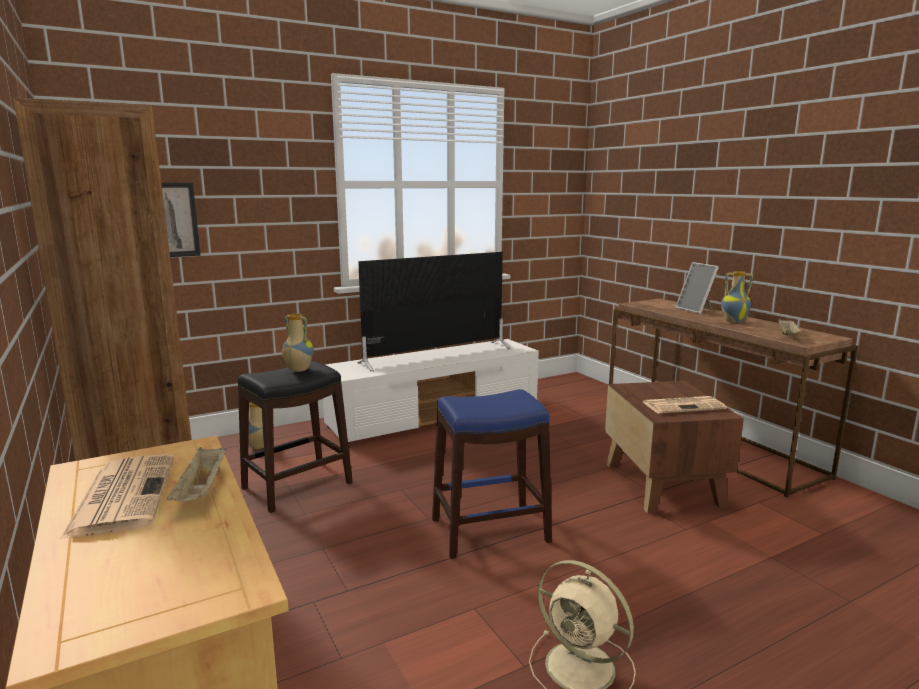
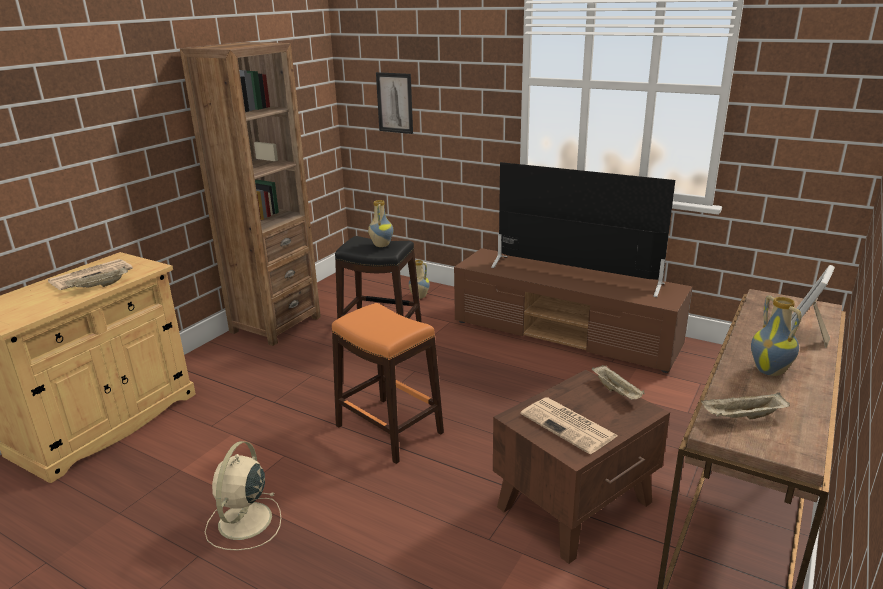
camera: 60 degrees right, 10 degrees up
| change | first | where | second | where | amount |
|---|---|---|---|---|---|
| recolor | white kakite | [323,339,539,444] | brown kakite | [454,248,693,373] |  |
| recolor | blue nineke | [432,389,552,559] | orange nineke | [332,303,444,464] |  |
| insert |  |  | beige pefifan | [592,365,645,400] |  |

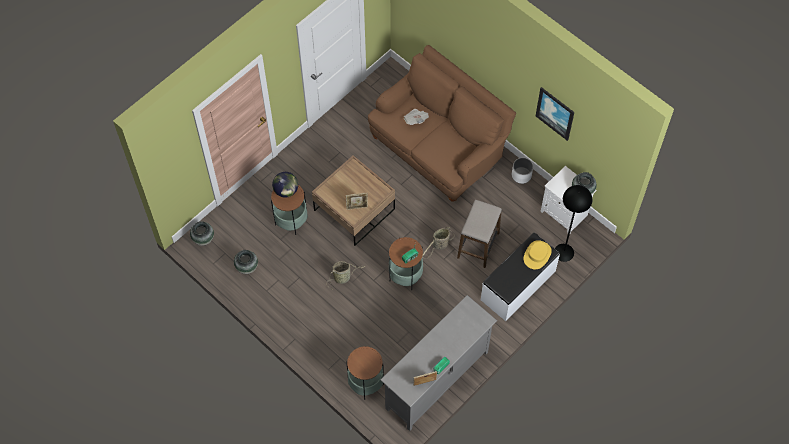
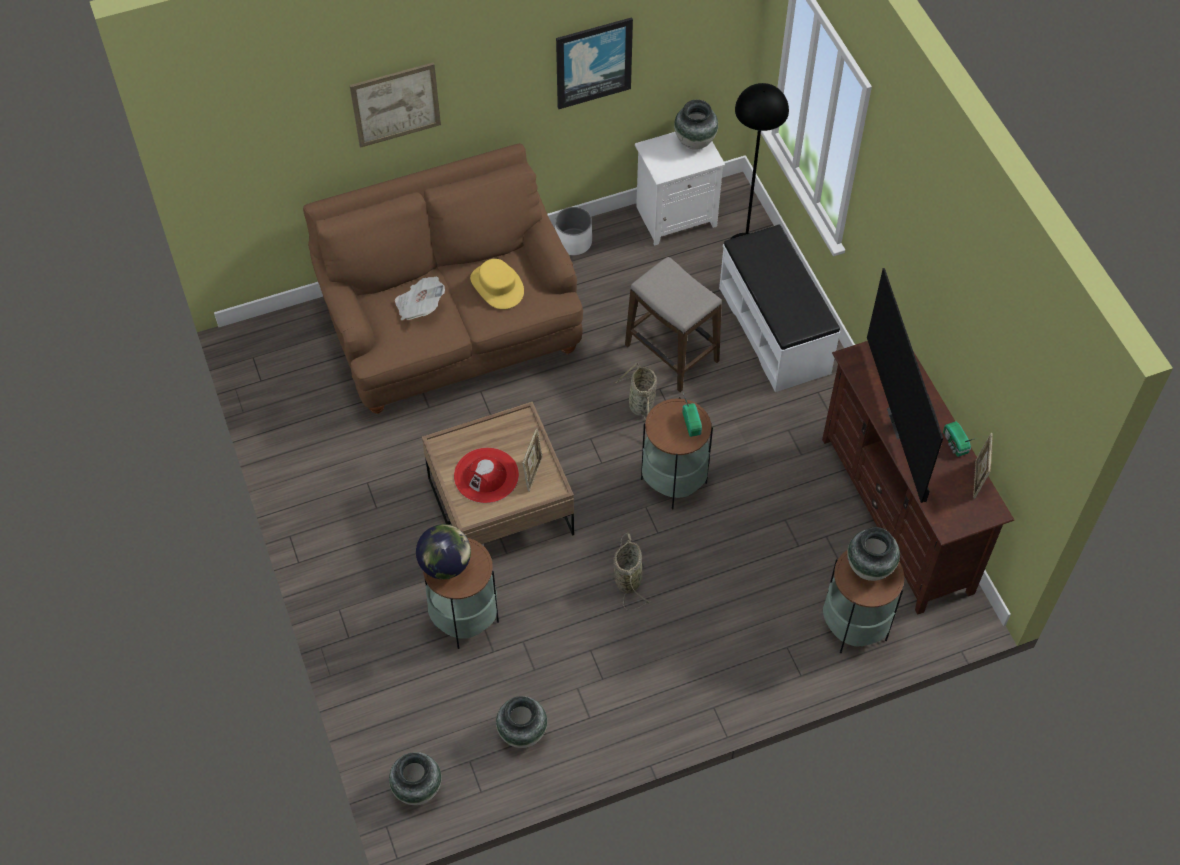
camera: 65 degrees left, 5 degrees down
| change | first | where | second | where | amount |
|---|---|---|---|---|---|
| recolor | grey kakite | [381,295,497,431] | brown kakite | [822,341,1014,615] |  |
| move | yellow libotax | [524,240,552,269] |  | [470,259,524,309] |  |
| insert |  |  | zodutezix | [350,62,441,148] |  |
| insert |  |  | red libotax | [454,447,519,503] |  |
| insert |  |  | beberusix | [847,527,900,581] |  |
| insert |  |  | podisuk | [867,268,943,503] |  |

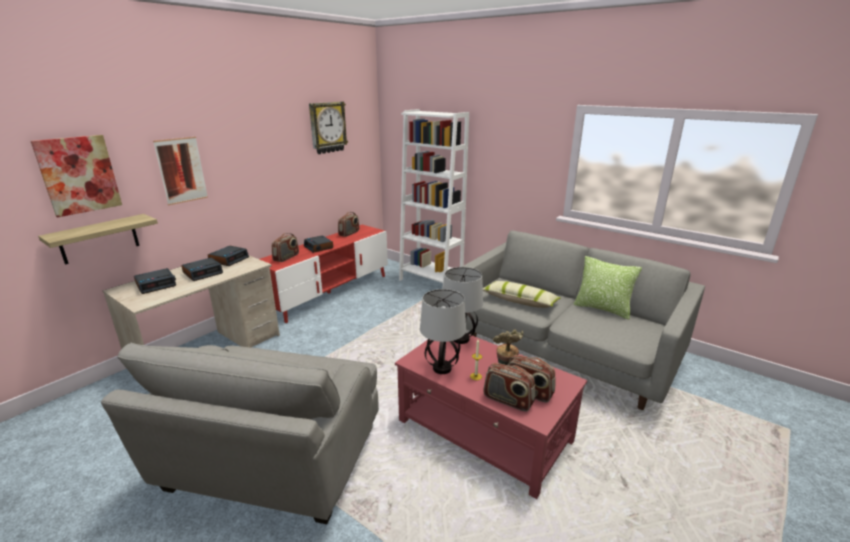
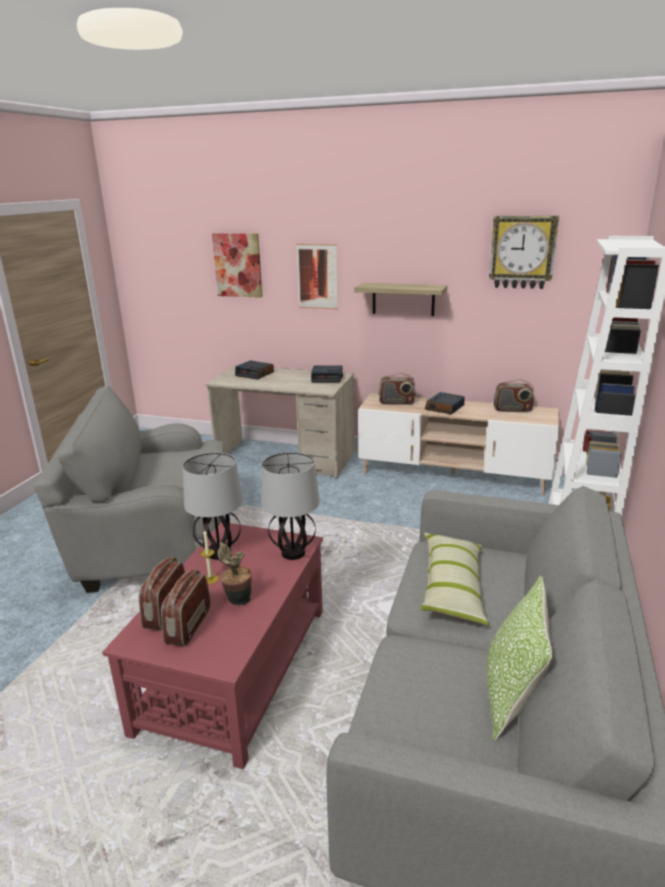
camera: 70 degrees right, 0 degrees up
| change | first | where | second | where | amount |
|---|---|---|---|---|---|
| move | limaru | [38,214,158,265] |  | [354,283,447,316] |  |
| delete | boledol | [181,257,223,281] |  |  |  |
| recolor | red kakite | [260,225,388,323] | beige kakite | [358,393,559,495] |  |

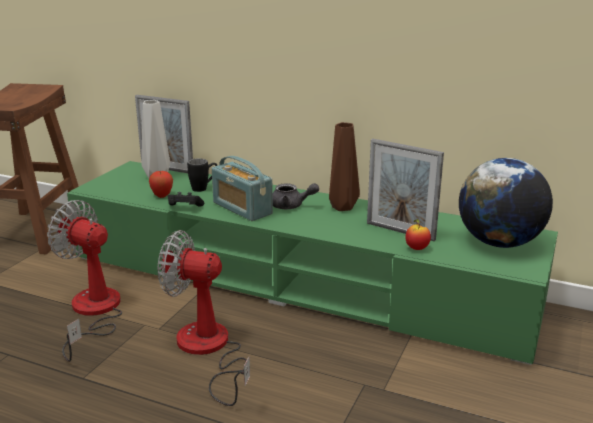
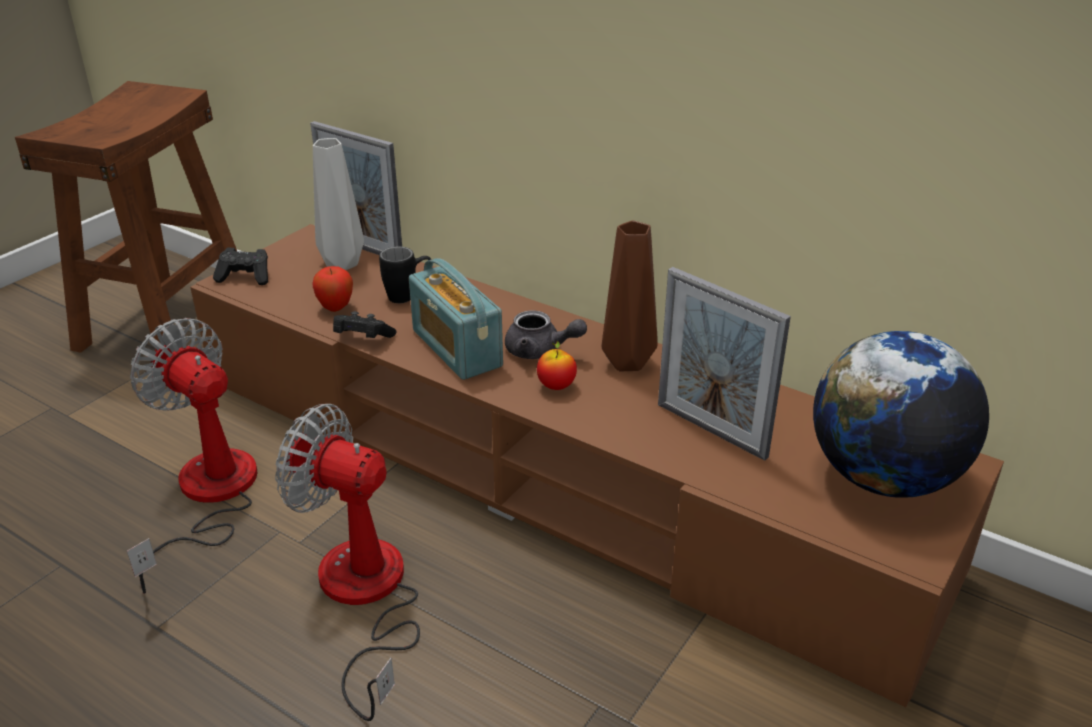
camera: 10 degrees right, 10 degrees up
| change | first | where | second | where | amount |
|---|---|---|---|---|---|
| recolor | green kakite | [67,161,558,365] | brown kakite | [190,224,1004,707] |  |
| move | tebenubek | [405,219,431,250] |  | [537,341,577,390] |  |
| insert |  |  | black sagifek | [213,248,268,285] |  |

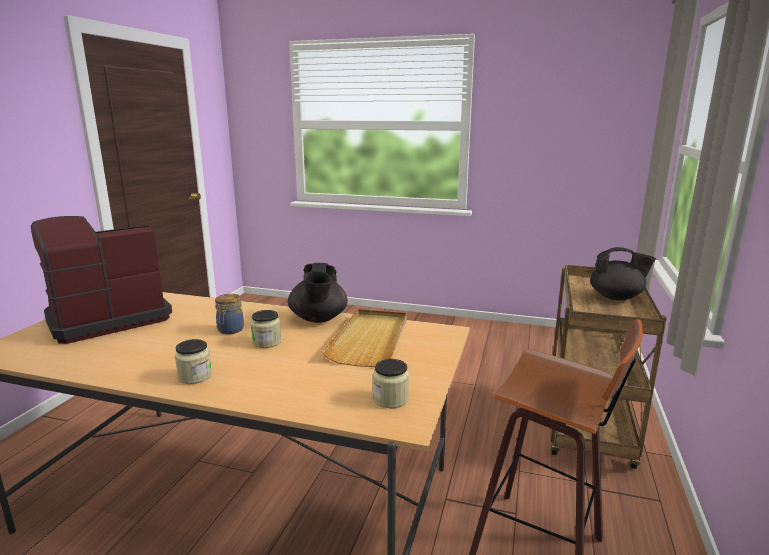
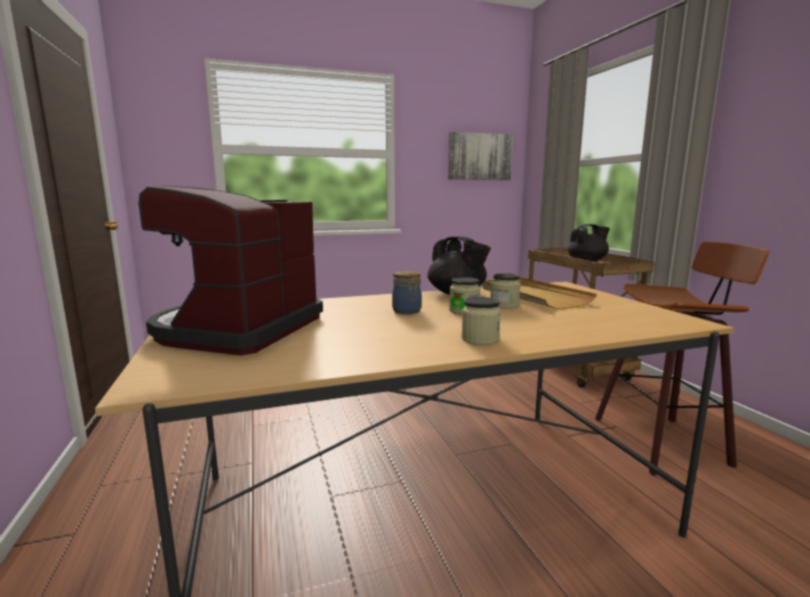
camera: 35 degrees left, 5 degrees down
| change | first | where | second | where | amount |
|---|---|---|---|---|---|
| move | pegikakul | [373,359,409,408] |  | [491,273,521,309] |  |
| insert |  |  | zodutezix | [448,132,513,180] |  |

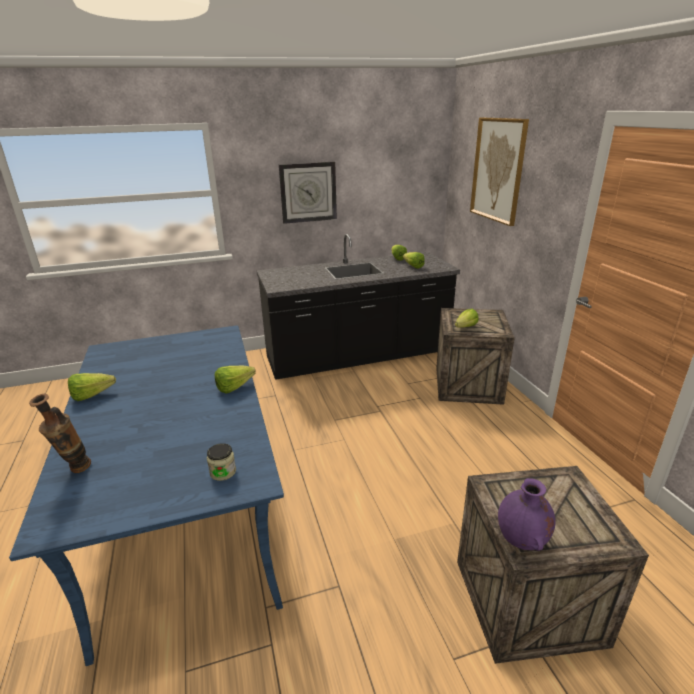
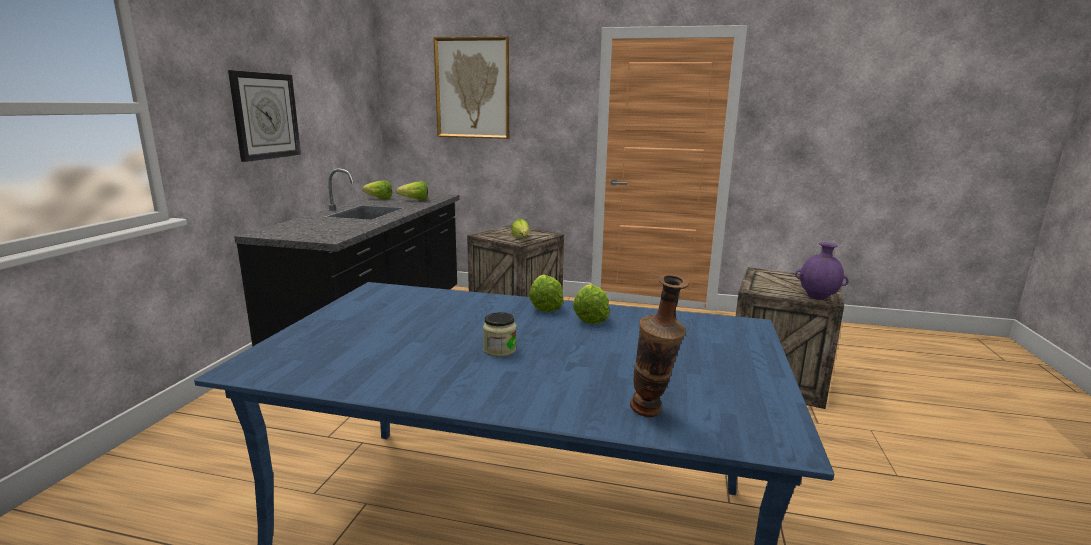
camera: 60 degrees left, 10 degrees down
| change | first | where | second | where | amount |
|---|---|---|---|---|---|
| move | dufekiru | [68,373,116,401] |  | [573,284,609,324] |  |
| move | pegikakul | [207,443,236,481] |  | [483,312,516,357] |  |

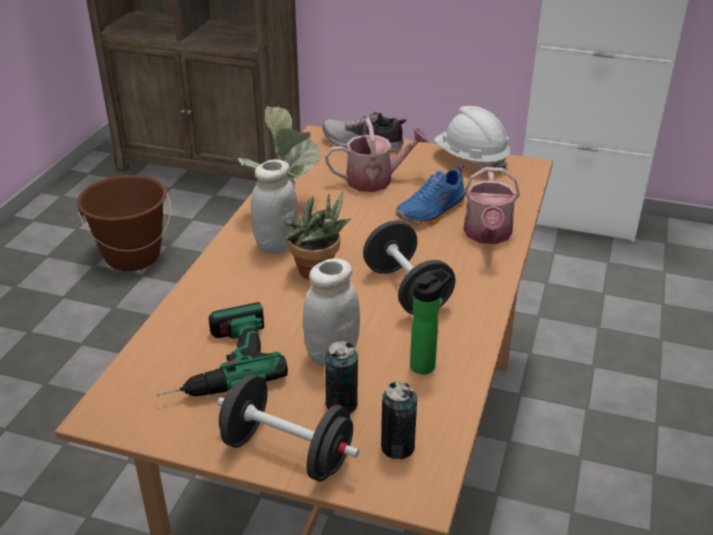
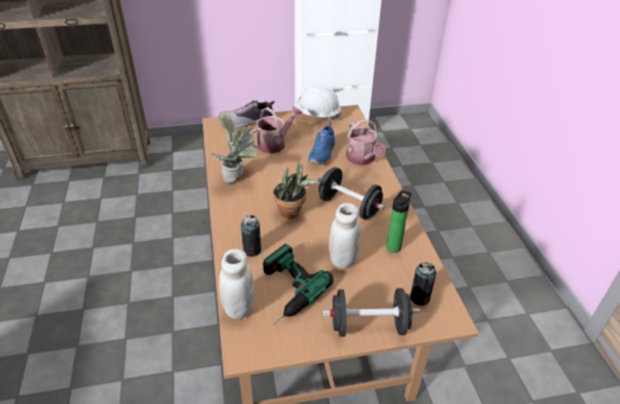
camera: 30 degrees left, 5 degrees up
| change | first | where | second | where | amount |
|---|---|---|---|---|---|
| delete | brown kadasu | [77,175,171,272] |  |  |  |
| move | white pegikakul | [251,159,298,254] |  | [219,249,255,319] |  |
| move | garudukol | [325,341,358,414] |  | [241,215,261,257] |  |

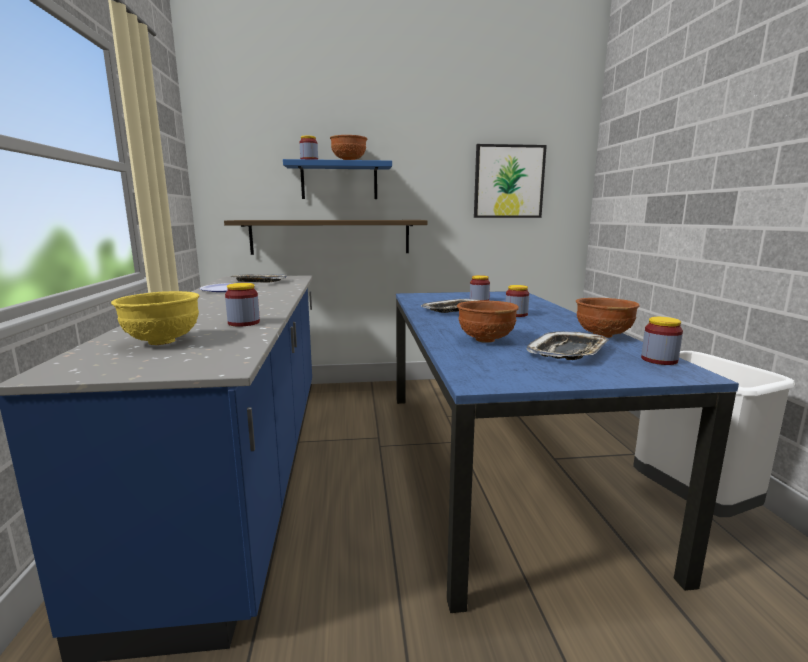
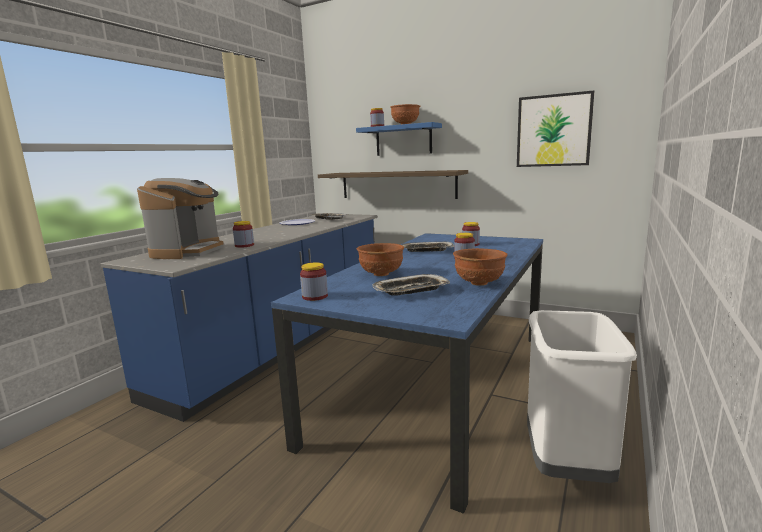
camera: 35 degrees right, 0 degrees up
| change | first | where | second | where | amount |
|---|---|---|---|---|---|
| replace | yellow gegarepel | [111,291,199,345] | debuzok | [137,178,224,259] |  |
| move | pegikakul | [641,317,683,365] |  | [300,262,328,301] |  |

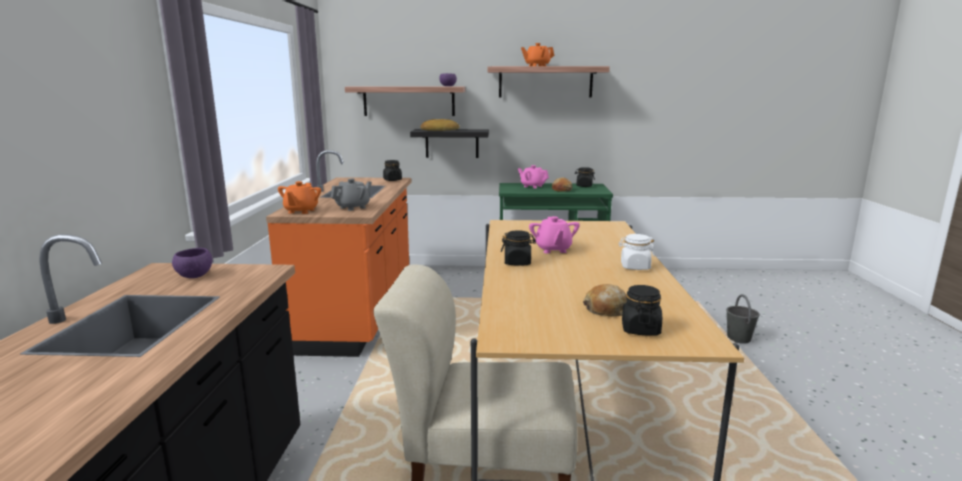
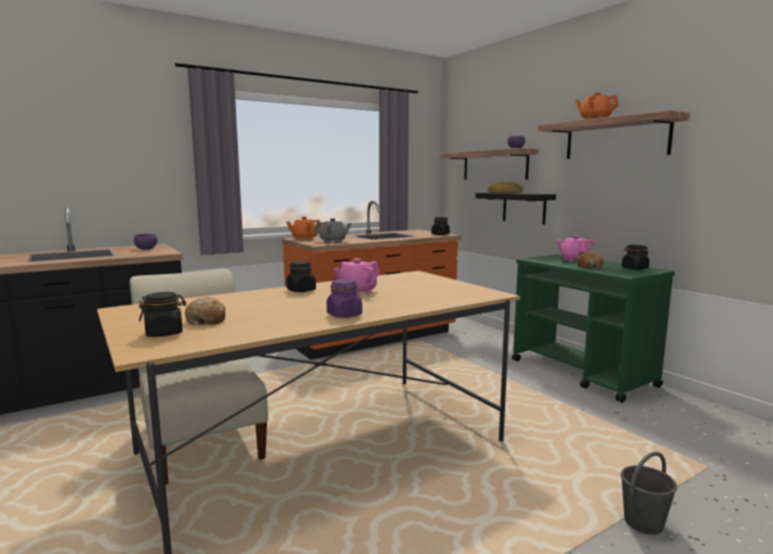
camera: 55 degrees right, 5 degrees down
| change | first | where | second | where | amount |
|---|---|---|---|---|---|
| recolor | white pegikakul | [618,234,655,270] | purple pegikakul | [327,279,362,318] |  |

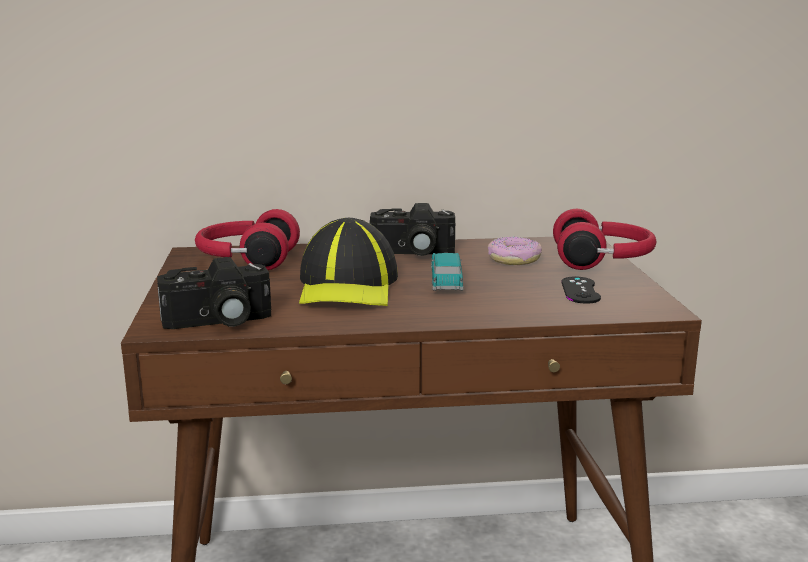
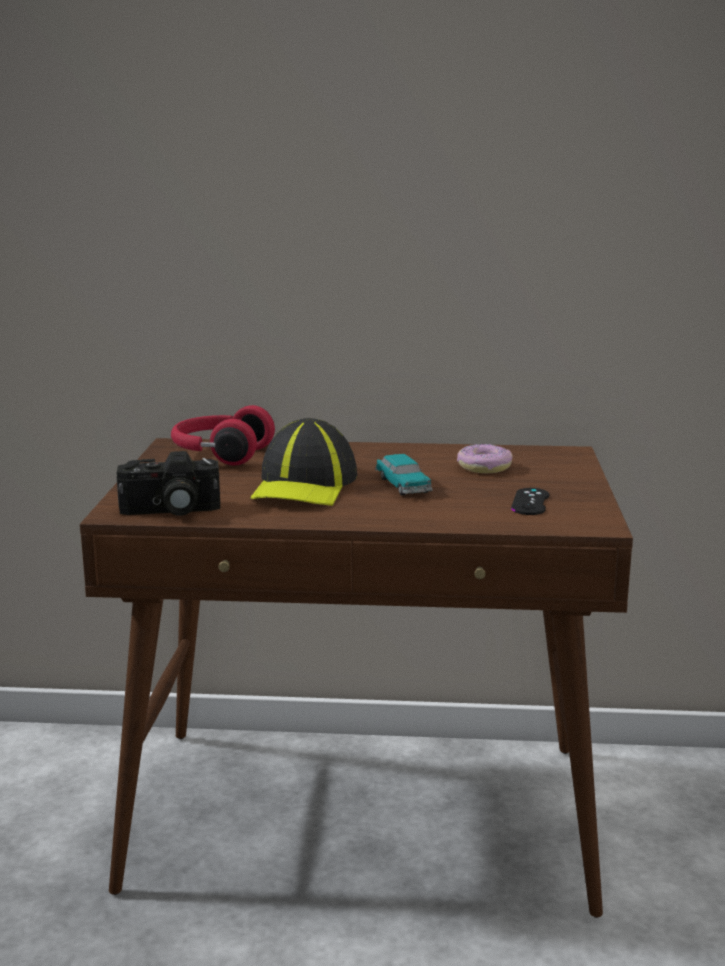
camera: 10 degrees right, 0 degrees up
| change | first | where | second | where | amount |
|---|---|---|---|---|---|
| delete | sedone | [369,203,456,256] |  |  |  |
| rotate | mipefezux | [431,253,464,291] |  | [375,454,433,495] | 150 degrees clockwise |
| delete | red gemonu | [553,209,656,270] |  |  |  |

